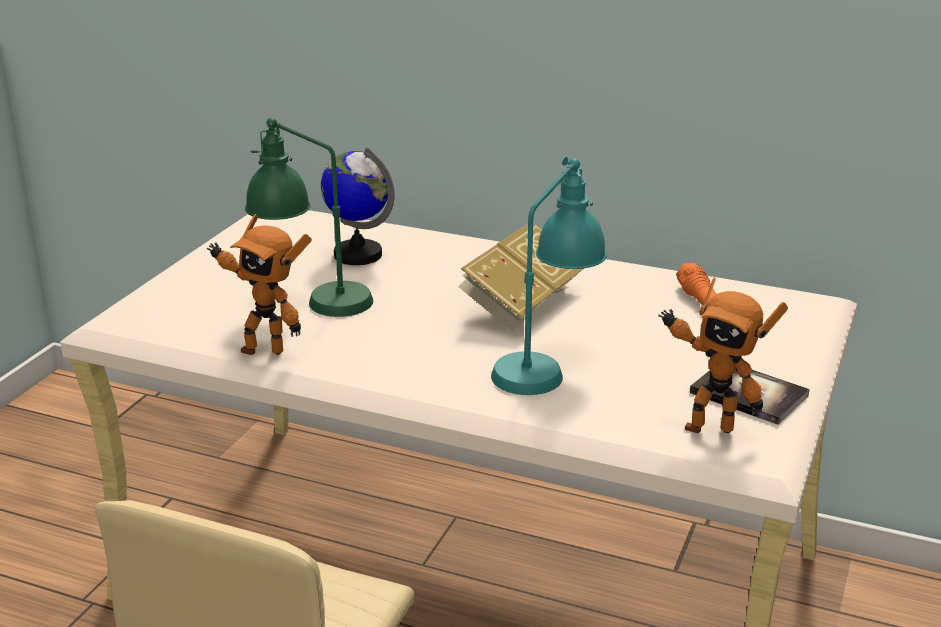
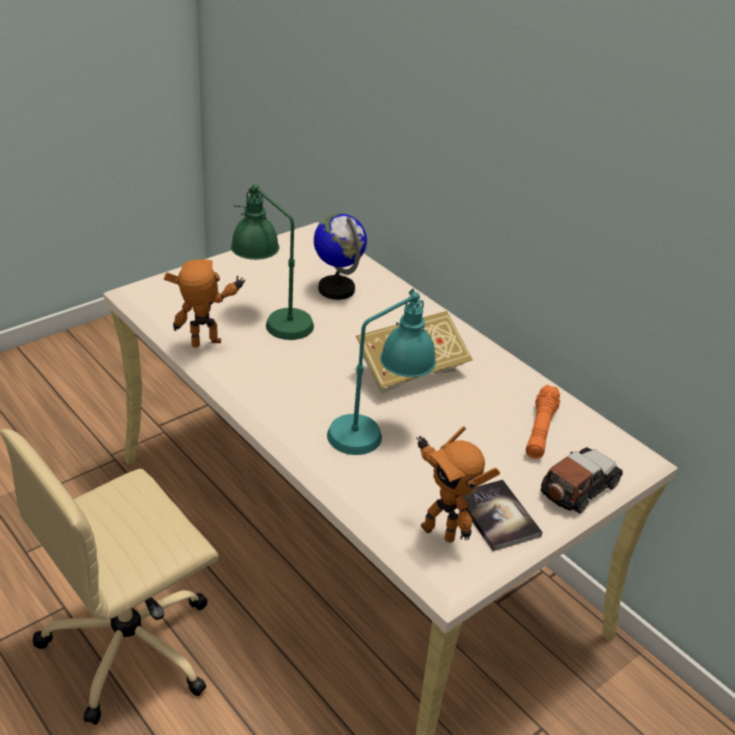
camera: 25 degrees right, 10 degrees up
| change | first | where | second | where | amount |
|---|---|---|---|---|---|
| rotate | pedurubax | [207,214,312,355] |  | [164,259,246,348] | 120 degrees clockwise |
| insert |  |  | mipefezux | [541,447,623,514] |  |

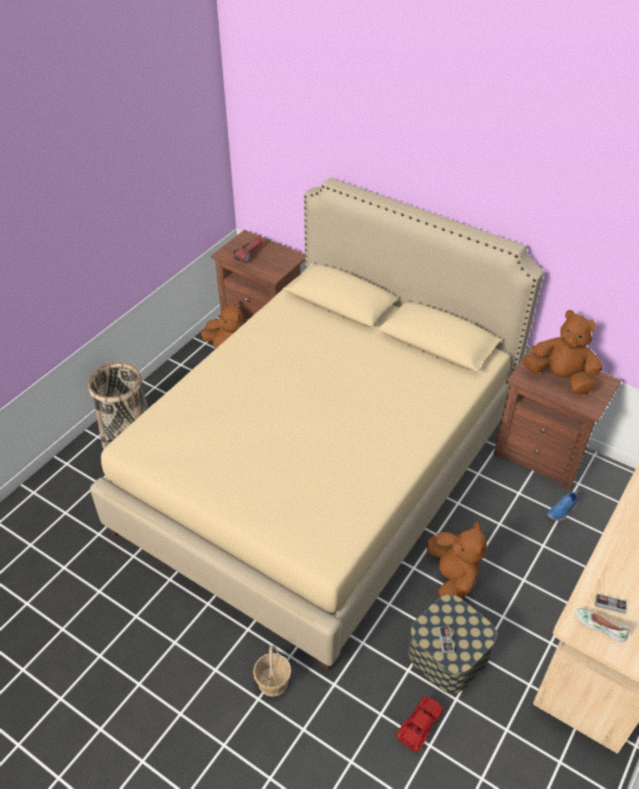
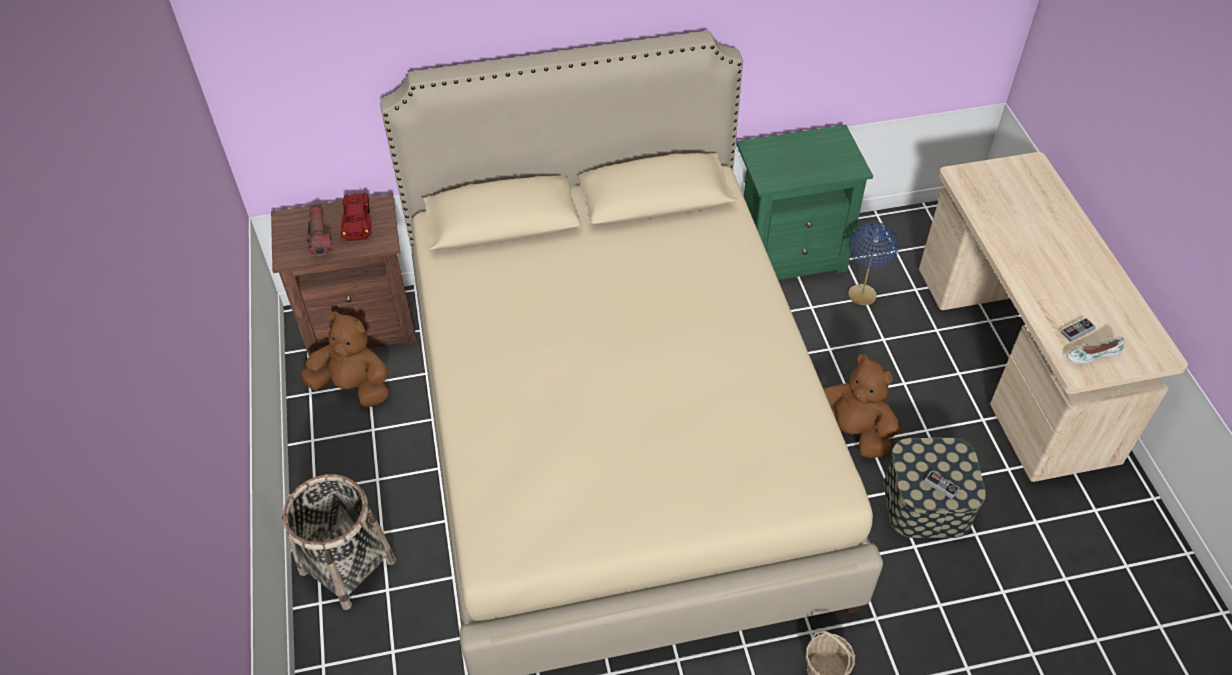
camera: 45 degrees left, 5 degrees up
| change | first | where | second | where | amount |
|---|---|---|---|---|---|
| move | red mipefezux | [396,696,444,752] |  | [341,193,372,241] |  |
| recolor | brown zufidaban | [493,345,622,491] | green zufidaban | [736,125,873,280] |  |
| delete | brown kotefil | [523,310,602,394] |  |  |  |
| replace | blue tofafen | [547,490,579,521] | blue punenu | [848,222,899,305] |  |

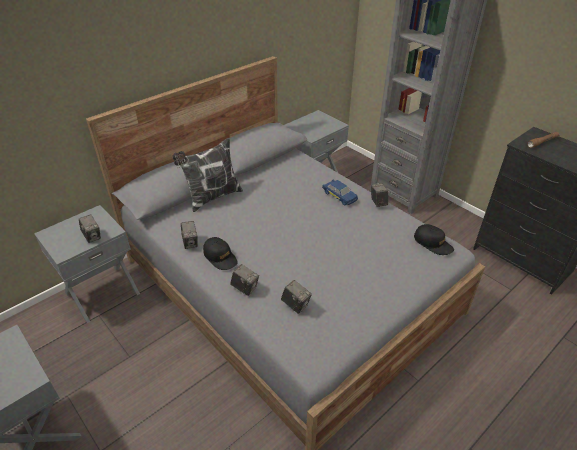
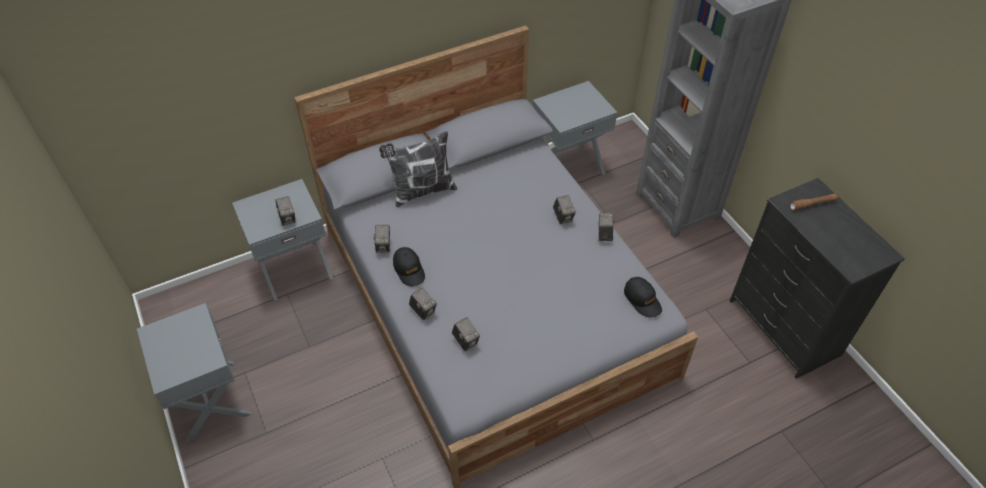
camera: 15 degrees right, 10 degrees up
| change | first | where | second | where | amount |
|---|---|---|---|---|---|
| replace | blue mipefezux | [322,179,358,206] | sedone | [553,195,576,224] |  |

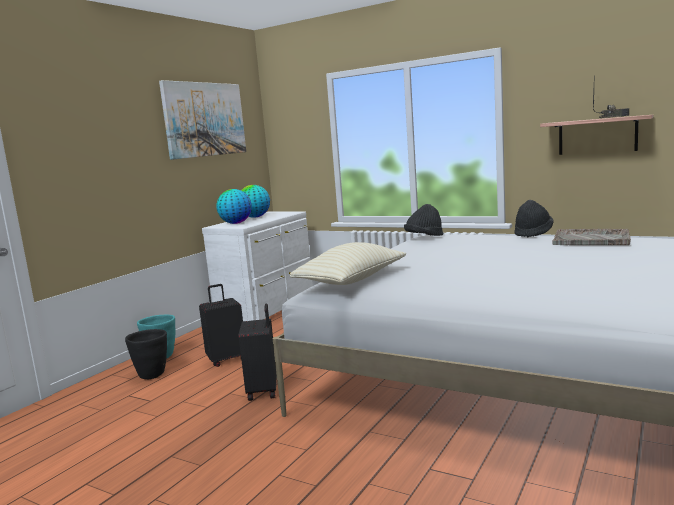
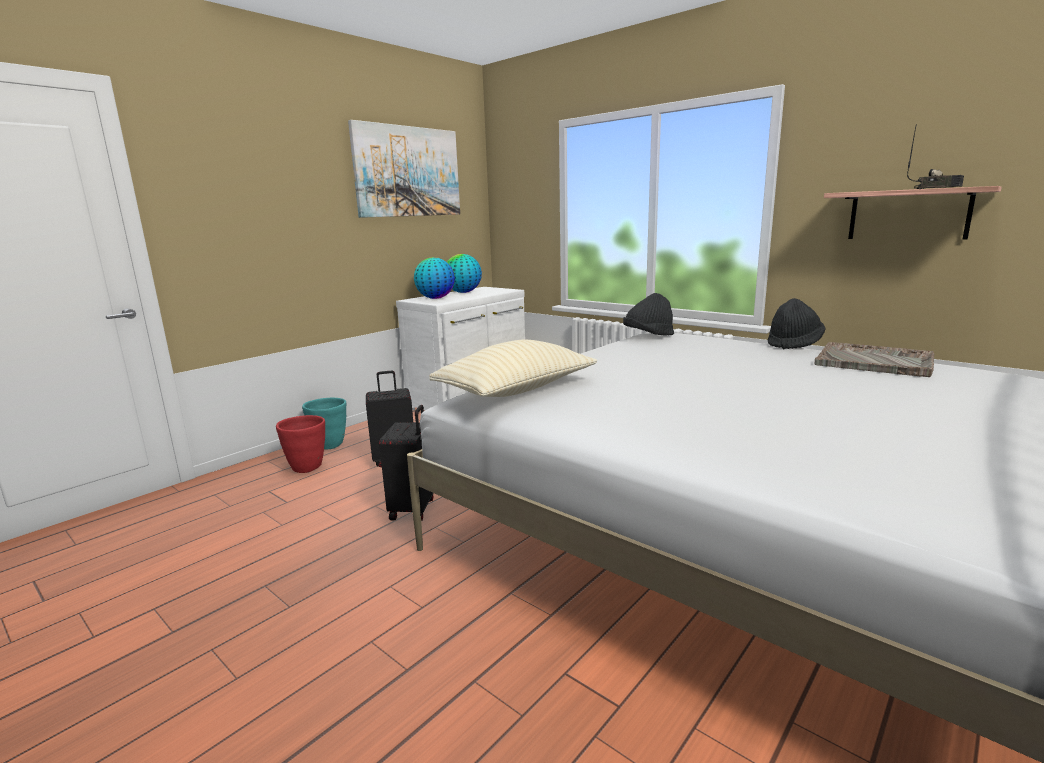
camera: 10 degrees right, 5 degrees up
| change | first | where | second | where | amount |
|---|---|---|---|---|---|
| recolor | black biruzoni | [125,329,167,379] | red biruzoni | [276,415,325,473] |  |

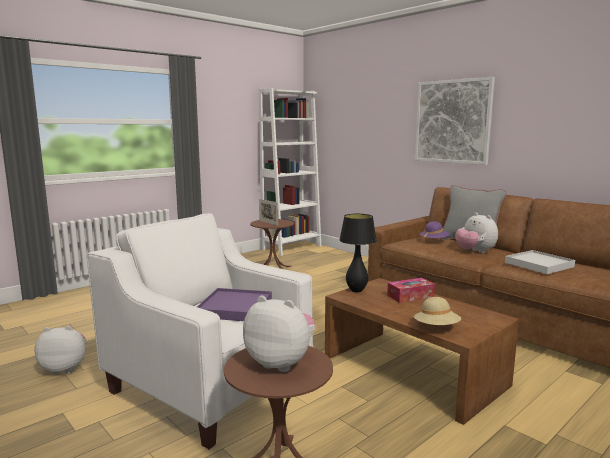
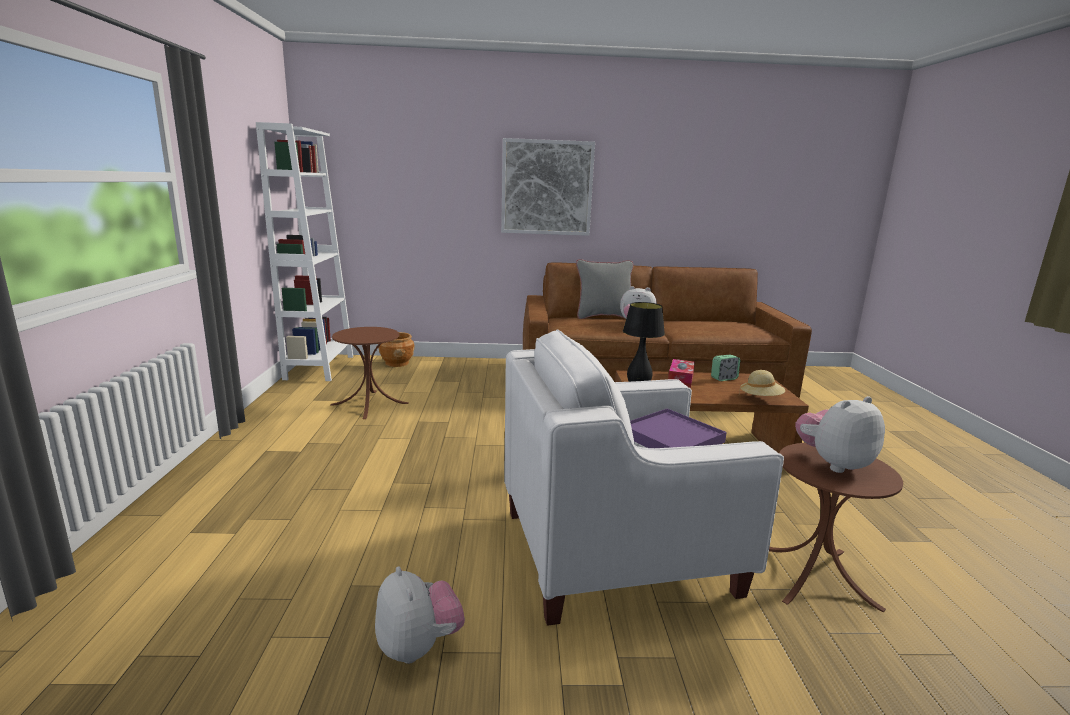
camera: 50 degrees left, 5 degrees up
| change | first | where | second | where | amount |
|---|---|---|---|---|---|
| rotate | kotefil | [35,326,86,374] |  | [375,566,465,664] | 120 degrees clockwise |
| delete | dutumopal | [259,199,278,226] |  |  |  |
| delete | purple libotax | [420,221,450,243] |  |  |  |
| delete | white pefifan | [505,250,575,274] |  |  |  |
| insert |  |  | brown biruzoni | [378,332,415,367] |  |
| insert |  |  | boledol | [711,355,740,381] |  |

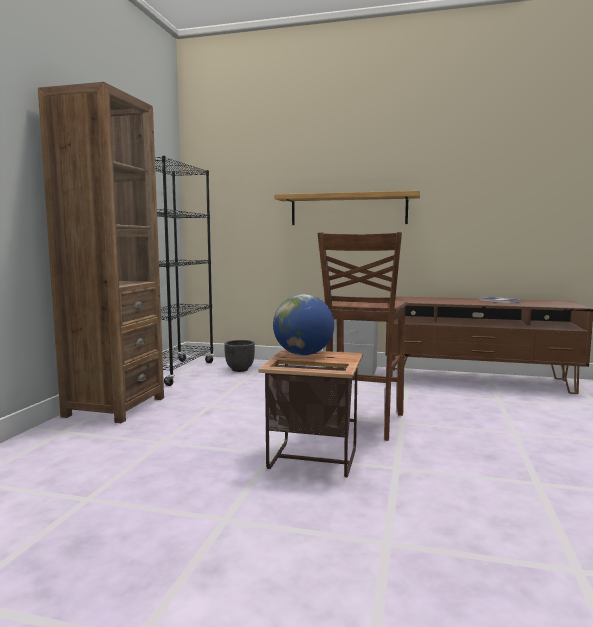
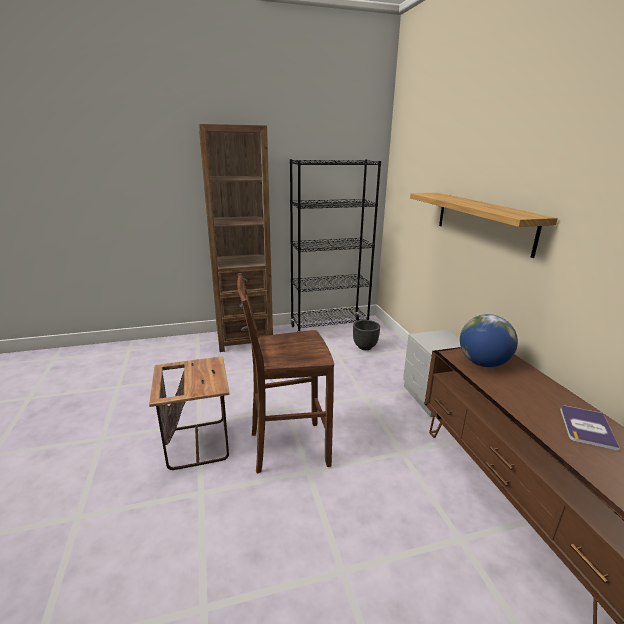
camera: 60 degrees right, 15 degrees up
| change | first | where | second | where | amount |
|---|---|---|---|---|---|
| move | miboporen | [273,294,334,355] |  | [460,314,518,367] |  |

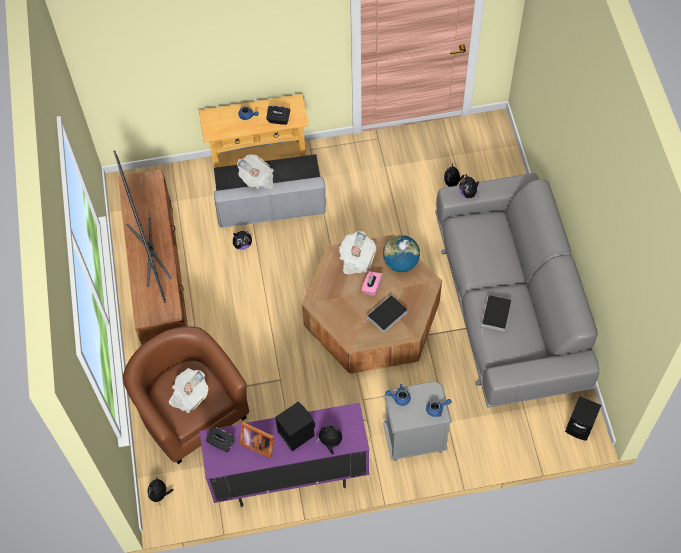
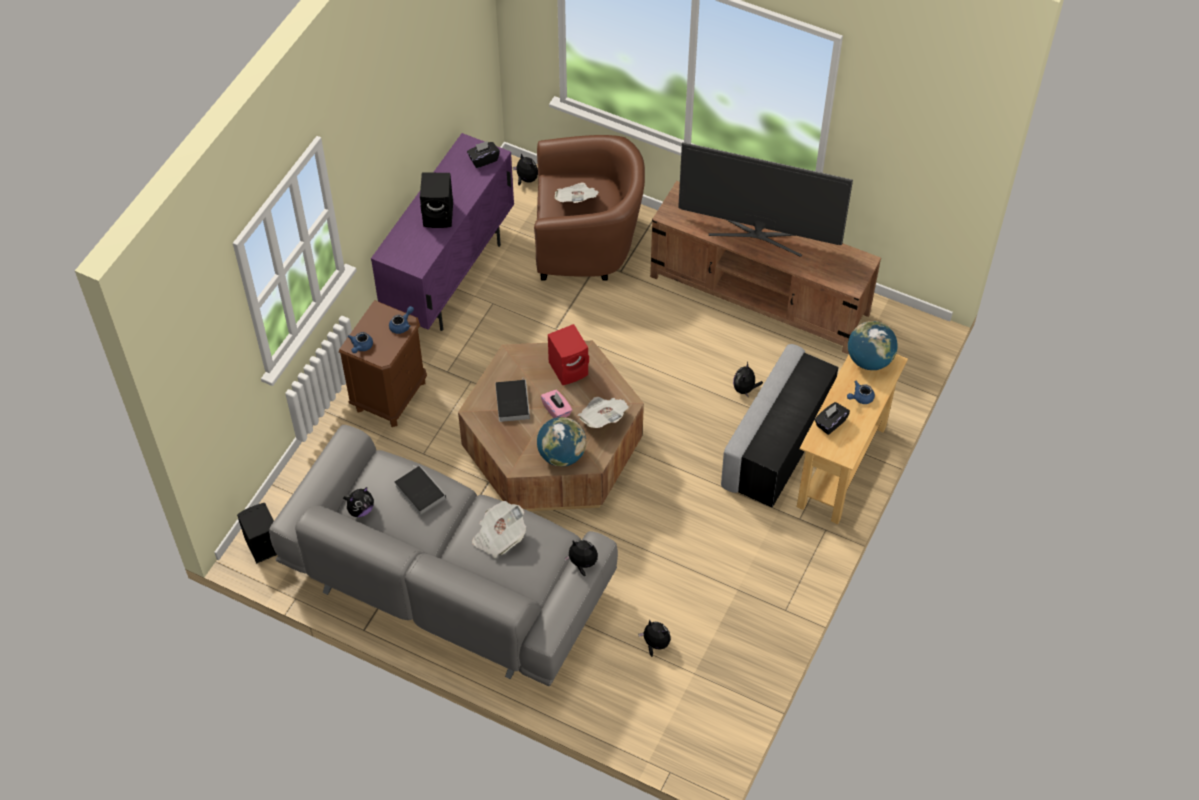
camera: 125 degrees right, 5 degrees down
| change | first | where | second | where | amount |
|---|---|---|---|---|---|
| move | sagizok | [237,154,274,189] |  | [472,501,526,558] |  |
| delete | dutumopal | [240,422,274,459] |  |  |  |
| move | kotefil | [316,426,342,454] |  | [343,487,374,517] |  |
| recolor | grey zufidaban | [383,381,452,461] | brown zufidaban | [339,300,427,427] |  |
| insert |  |  | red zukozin | [548,324,589,385] |  |
| insert |  |  | miboporen | [848,321,898,370] |  |

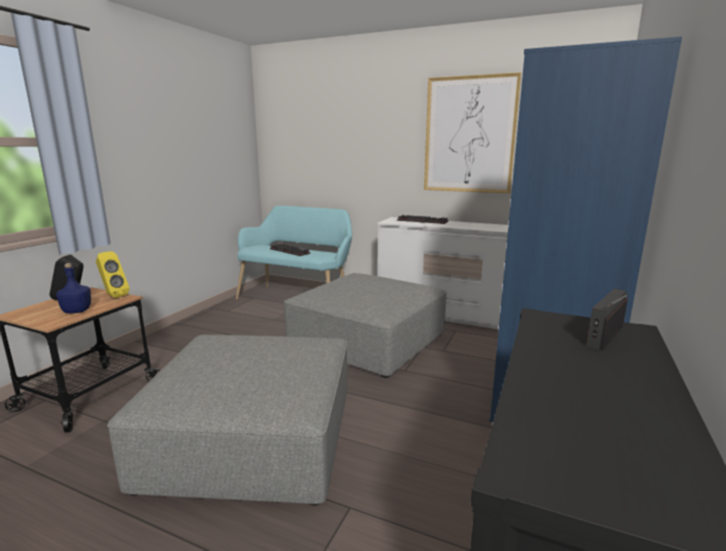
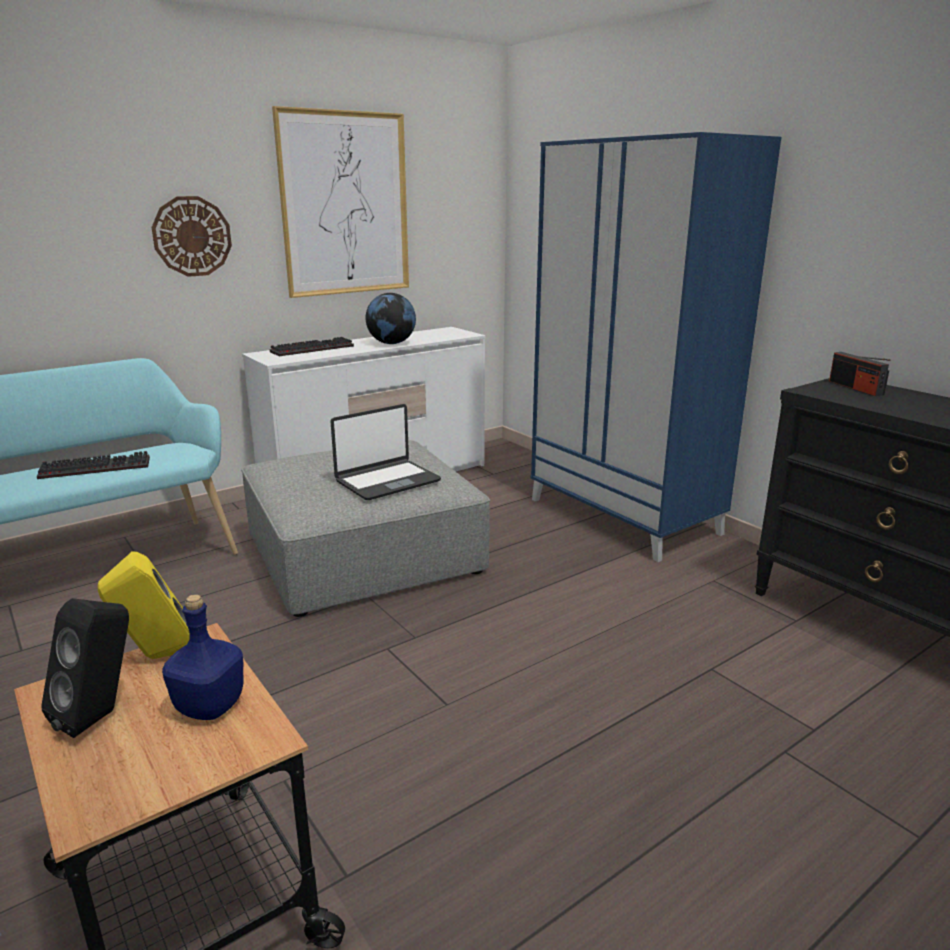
camera: 60 degrees left, 5 degrees up
| change | first | where | second | where | amount |
|---|---|---|---|---|---|
| delete | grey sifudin | [107,335,348,506] |  |  |  |
| insert |  |  | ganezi | [151,196,232,277] |  |
| insert |  |  | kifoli | [330,404,441,500] |  |
| insert |  |  | miboporen | [366,293,416,344] |  |

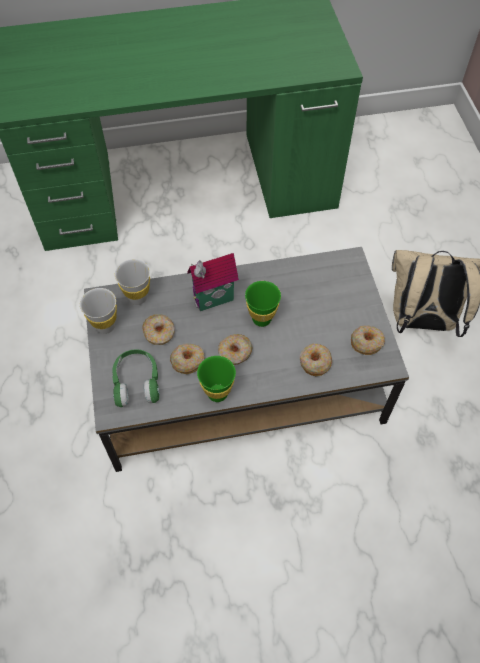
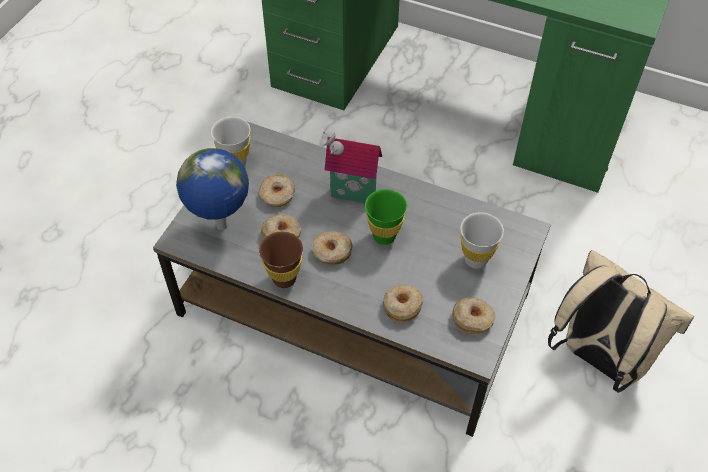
camera: 35 degrees right, 5 degrees down
| change | first | where | second | where | amount |
|---|---|---|---|---|---|
| replace | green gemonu | [112,349,160,407] | miboporen | [176,148,249,230] |  |
| move | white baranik | [115,259,150,305] |  | [460,212,504,269] |  |
| recolor | green baranik | [197,356,236,402] | brown baranik | [259,231,303,288] |  |

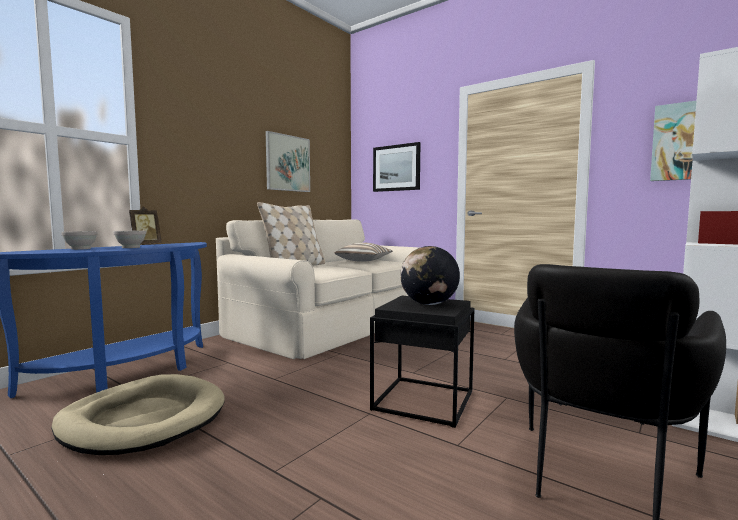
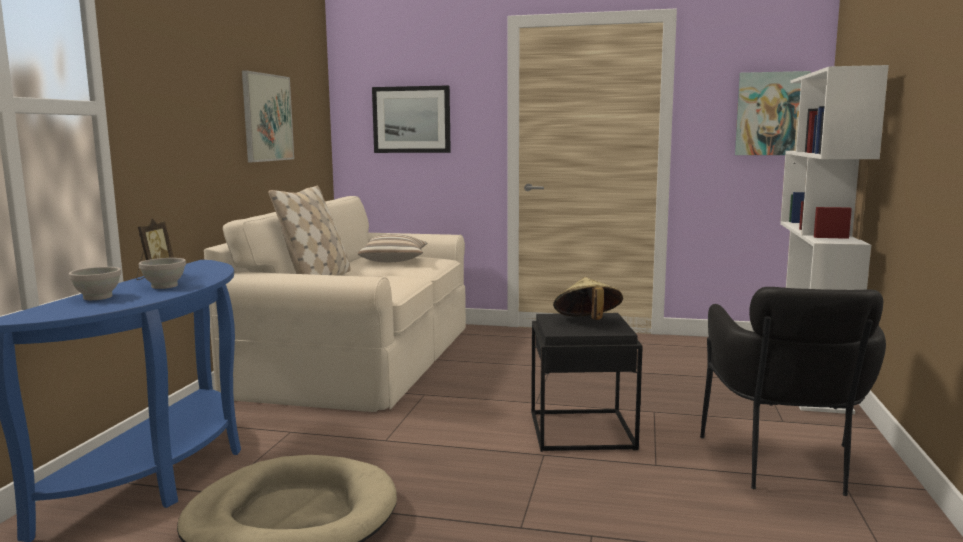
camera: 25 degrees left, 5 degrees up
| change | first | where | second | where | amount |
|---|---|---|---|---|---|
| replace | miboporen | [400,246,460,305] | beige libotax | [553,277,623,320] |  |

